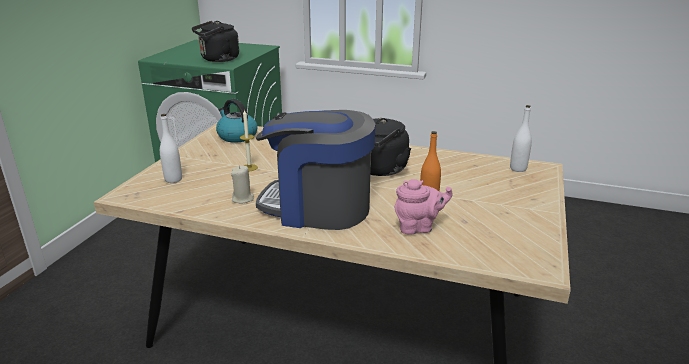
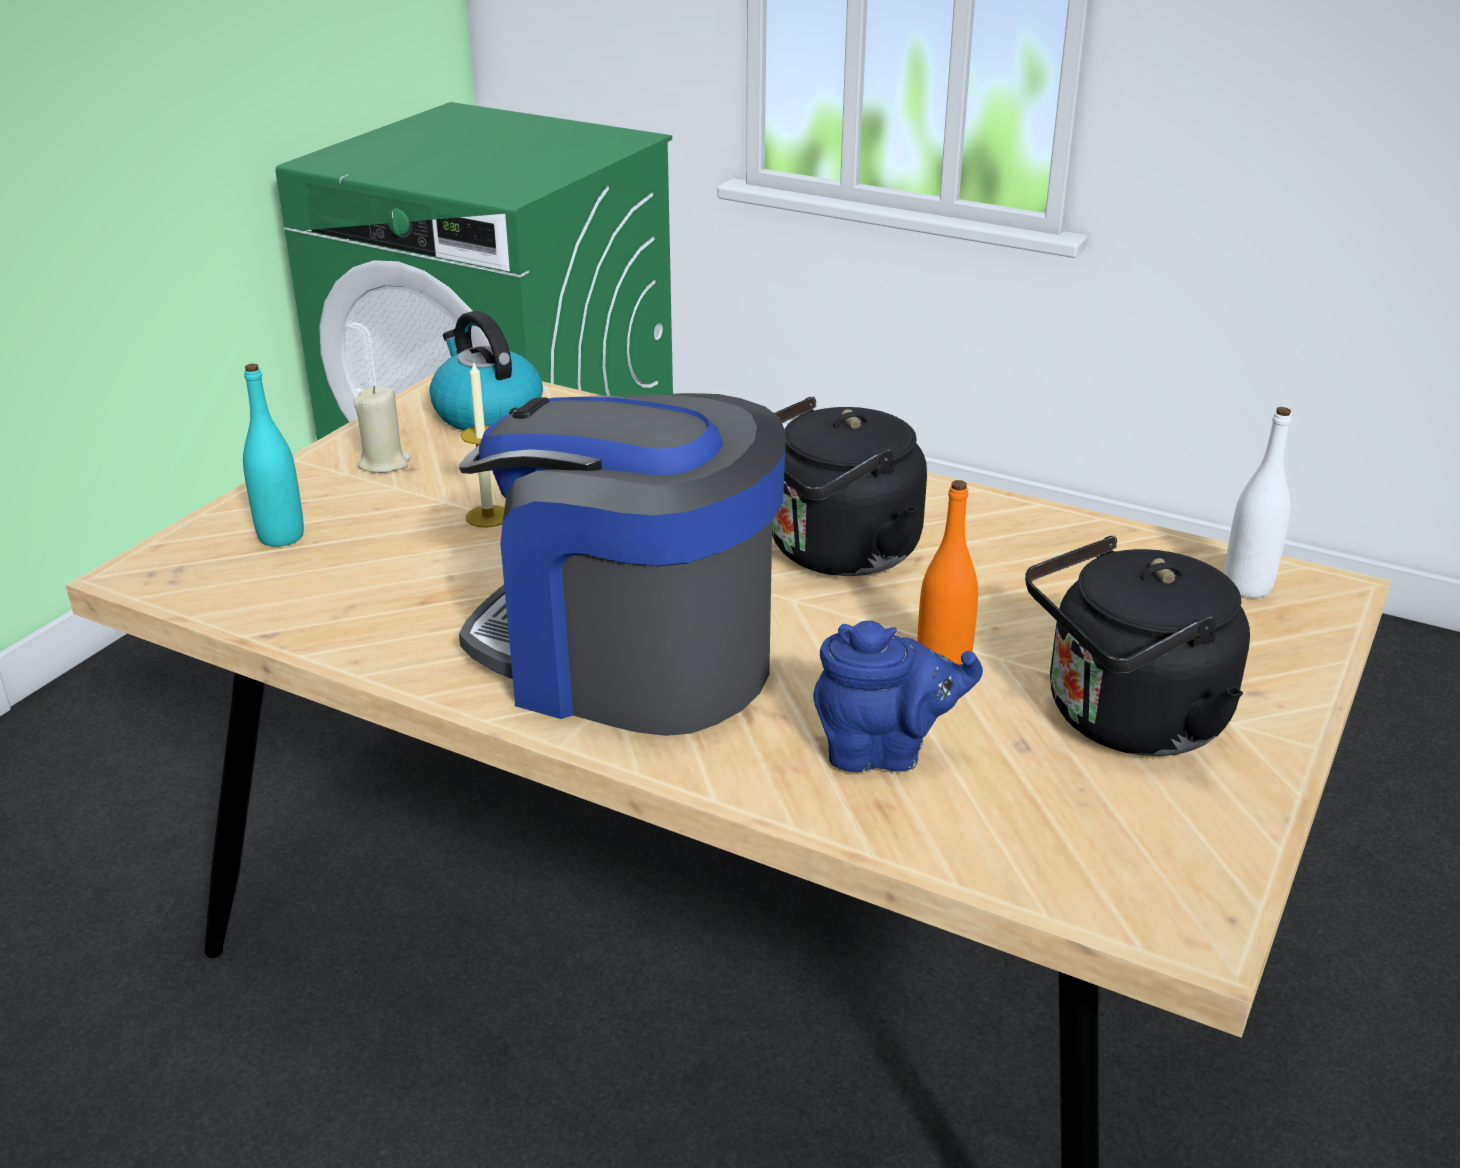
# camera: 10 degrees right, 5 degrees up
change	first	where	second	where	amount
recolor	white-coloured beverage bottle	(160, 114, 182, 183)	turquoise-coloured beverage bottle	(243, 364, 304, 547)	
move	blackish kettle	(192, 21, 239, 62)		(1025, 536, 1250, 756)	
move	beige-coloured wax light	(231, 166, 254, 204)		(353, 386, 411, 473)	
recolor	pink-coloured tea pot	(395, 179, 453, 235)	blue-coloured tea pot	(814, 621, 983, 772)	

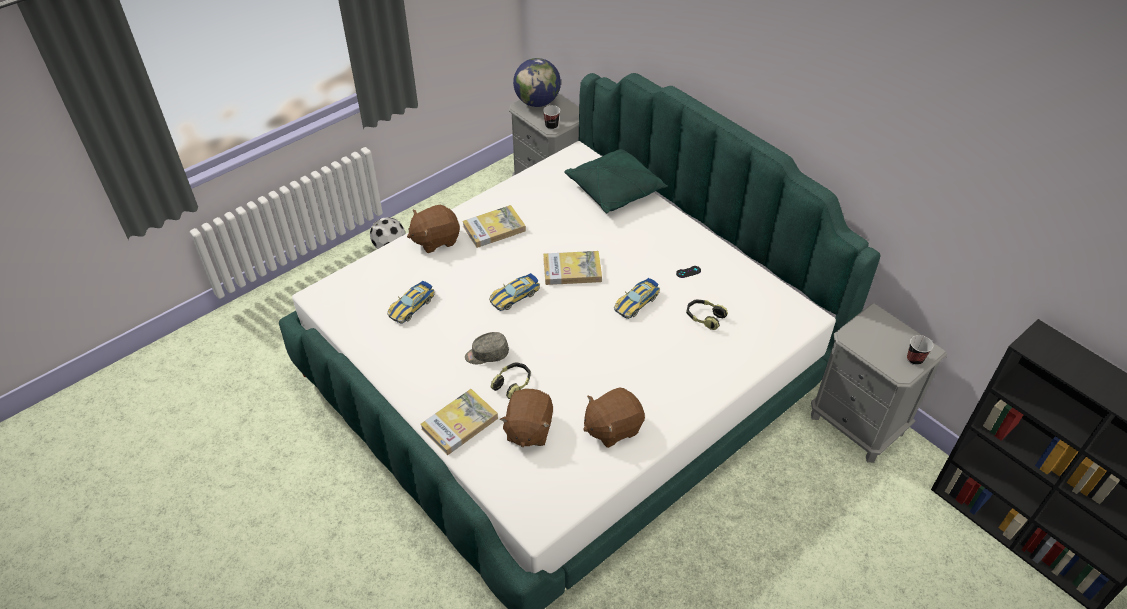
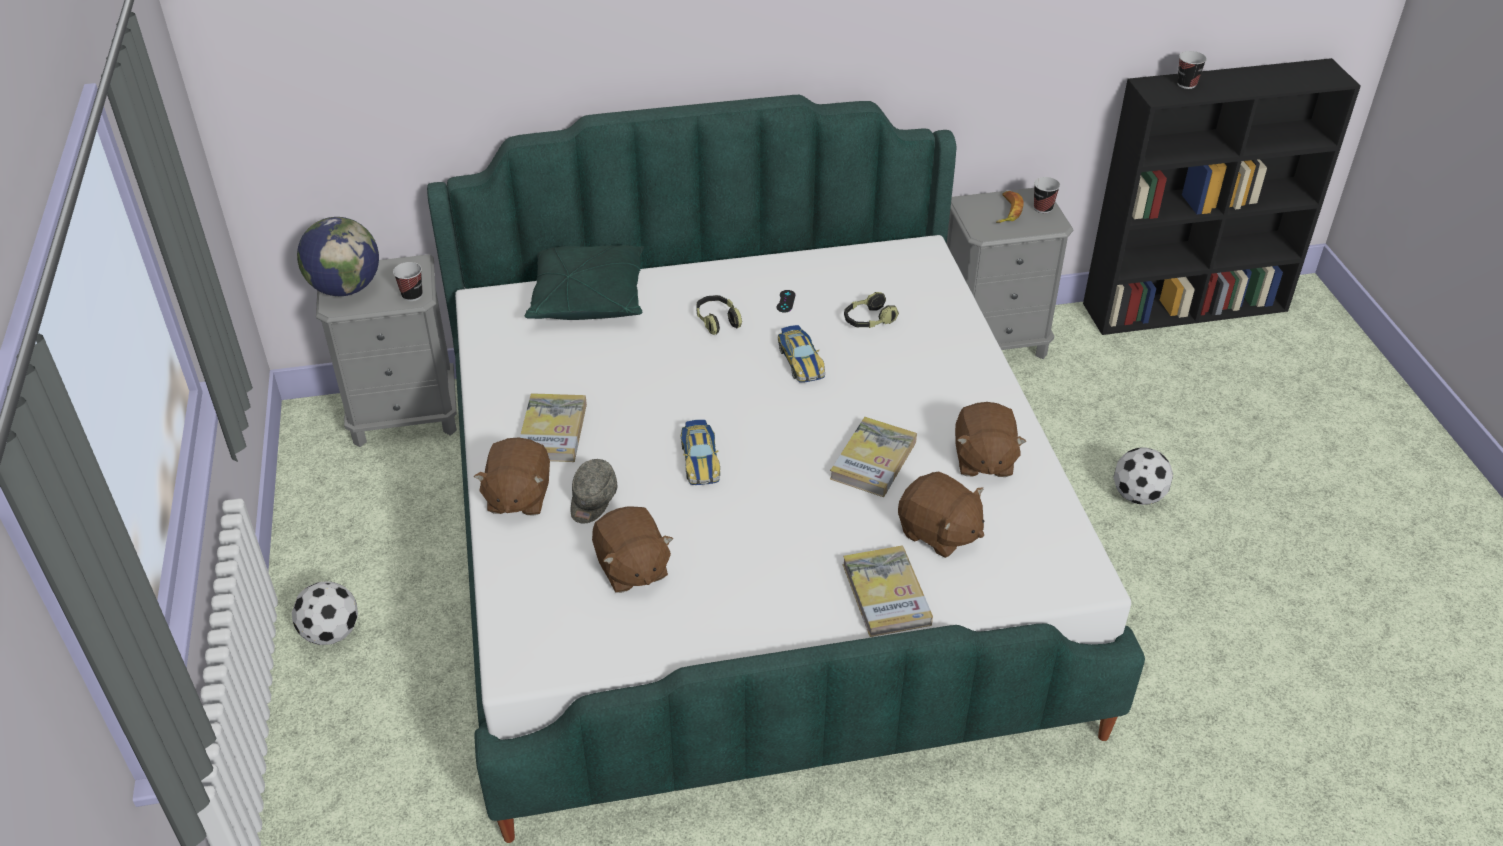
# camera: 60 degrees left, 5 degrees down
change	first	where	second	where	amount
replace	model car	(387, 281, 435, 324)	brownish plush toy	(592, 506, 673, 593)	
move	greyish peaked cap	(465, 332, 509, 364)		(571, 459, 618, 524)	
move	headset	(491, 362, 531, 399)		(696, 295, 742, 335)	
move	volume	(543, 251, 602, 285)		(830, 417, 917, 497)	
insert			banana	(996, 191, 1023, 223)	
insert			ball for football	(1113, 447, 1173, 505)	
insert			small cup	(1177, 51, 1207, 89)	

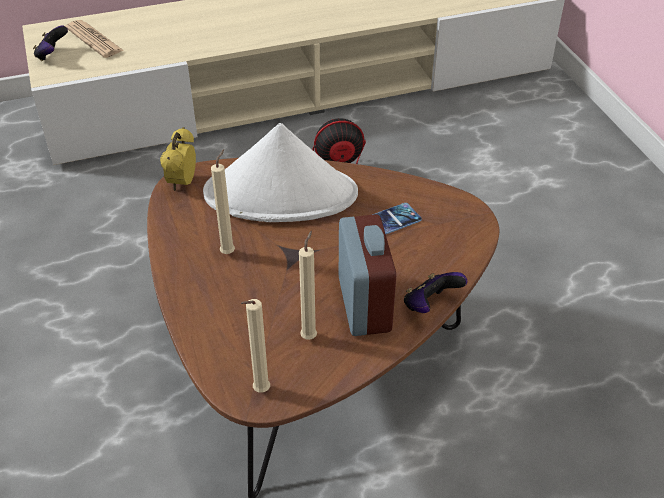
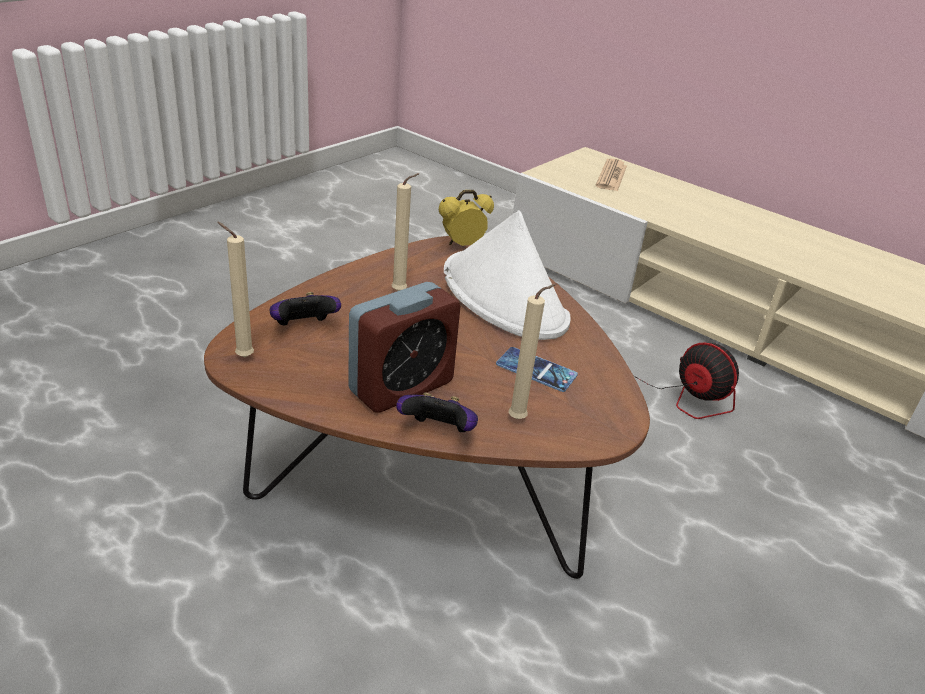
# camera: 55 degrees right, 10 degrees down
change	first	where	second	where	amount
move	gamepad	(33, 26, 68, 61)		(269, 292, 341, 326)	
move	beige-coloured wax light	(299, 231, 317, 340)		(508, 284, 556, 419)	

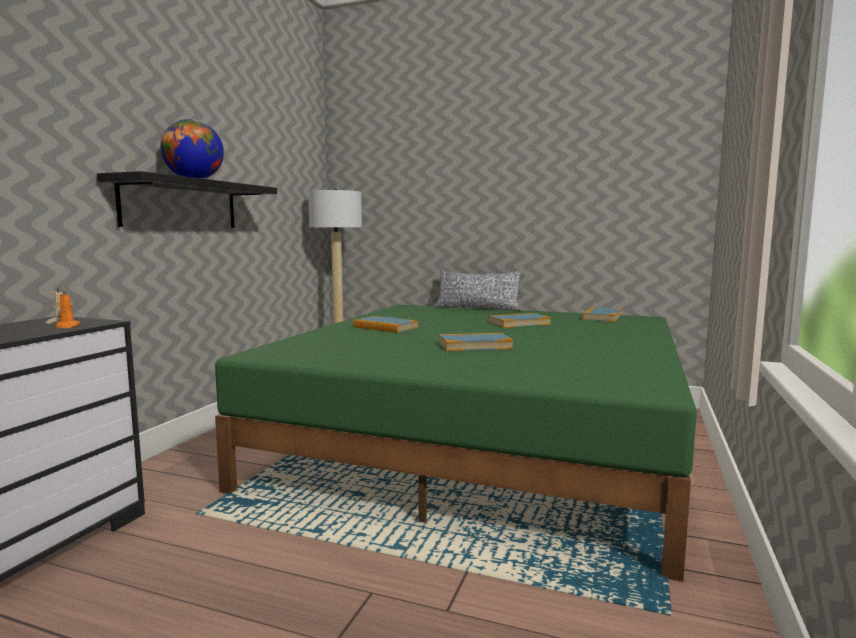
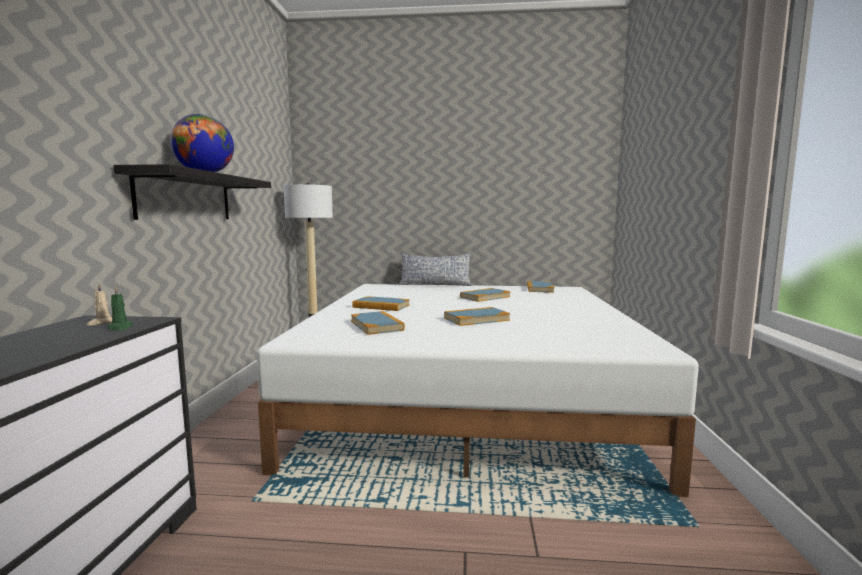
# camera: 15 degrees left, 0 degrees up
change	first	where	second	where	amount
recolor	orange wax light	(56, 287, 80, 328)	green-coloured wax light	(107, 286, 133, 331)	
recolor	green-coloured bedroom bed	(215, 304, 697, 582)	white-coloured bedroom bed	(257, 284, 699, 497)	
insert			volume	(351, 311, 405, 335)	

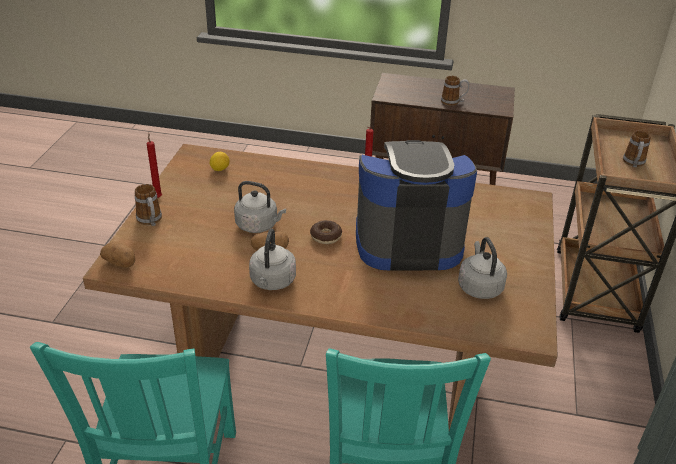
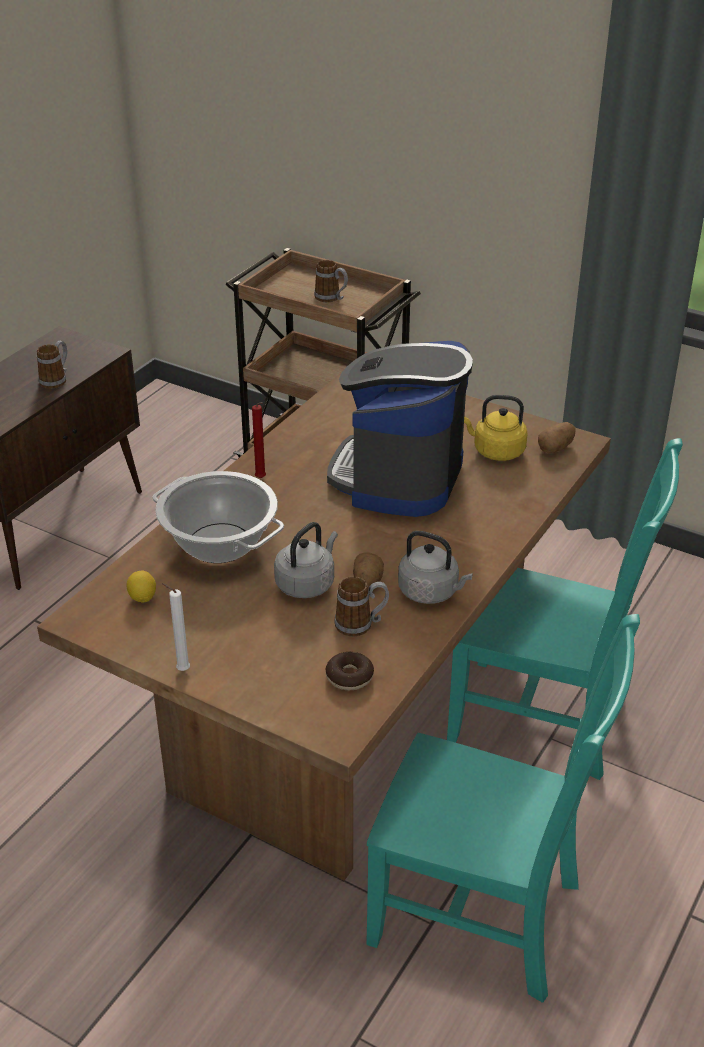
# camera: 70 degrees left, 0 degrees up
change	first	where	second	where	amount
move	potato	(100, 242, 135, 268)		(538, 422, 576, 454)	
move	tea mug	(135, 184, 162, 226)		(335, 576, 389, 636)	
recolor	red-coloured wax light	(147, 133, 162, 198)	white-coloured wax light	(162, 583, 190, 671)	
move	donut	(310, 220, 342, 244)		(326, 652, 374, 690)	
recolor	greyish kettle	(458, 237, 507, 299)	yellowish kettle	(464, 395, 528, 461)	
insert			saucepot	(152, 471, 284, 563)	

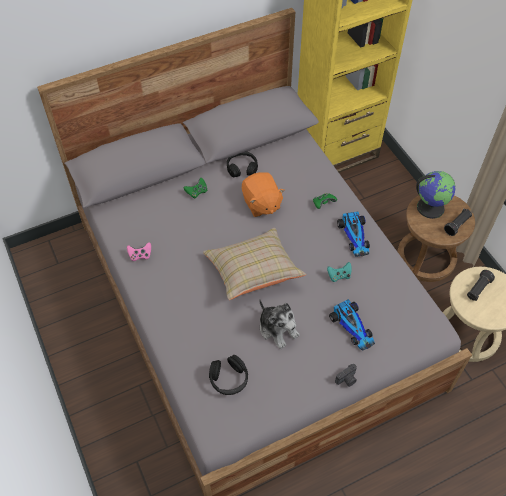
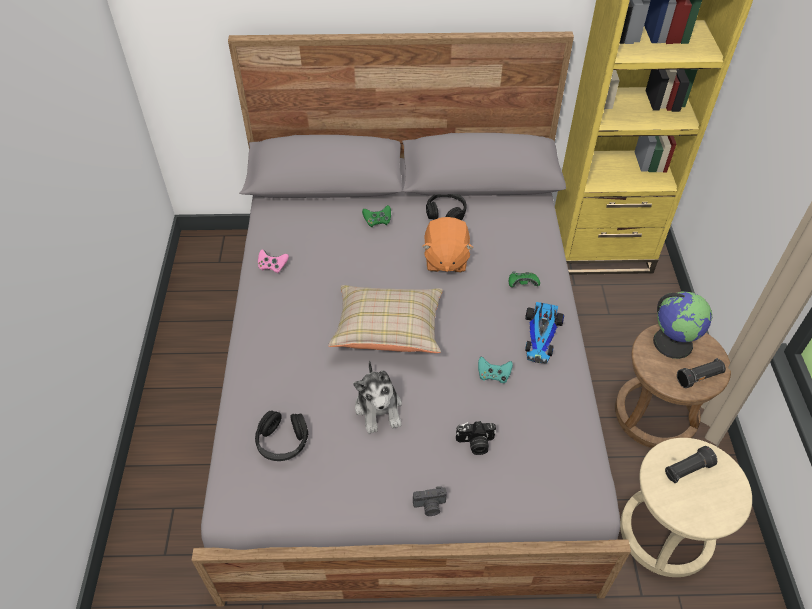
# camera: 25 degrees right, 5 degrees down
change	first	where	second	where	amount
replace	model car	(329, 299, 375, 351)	photo camera	(456, 421, 496, 455)	

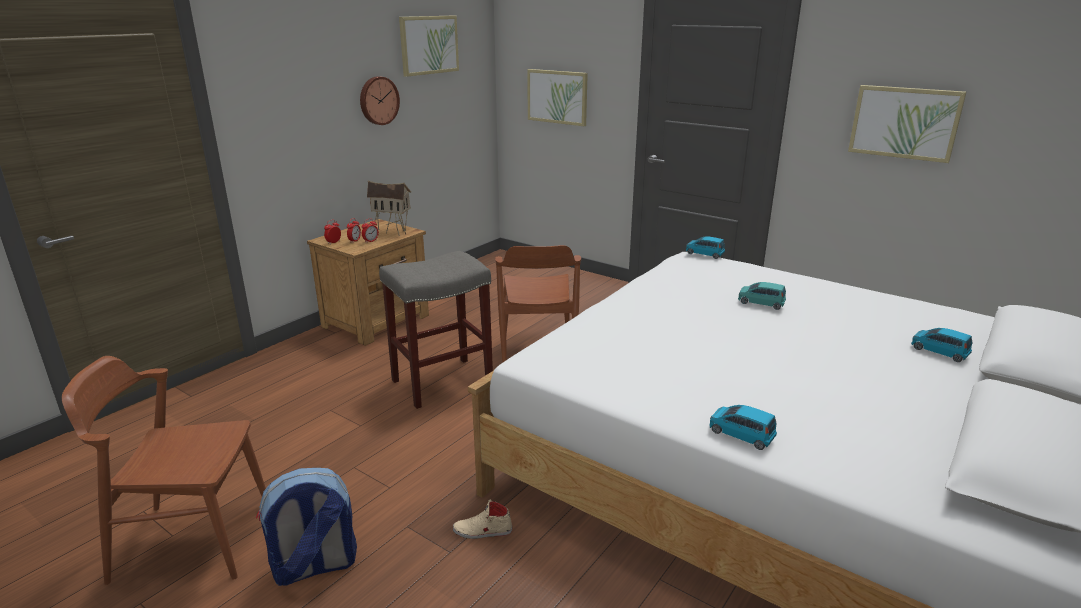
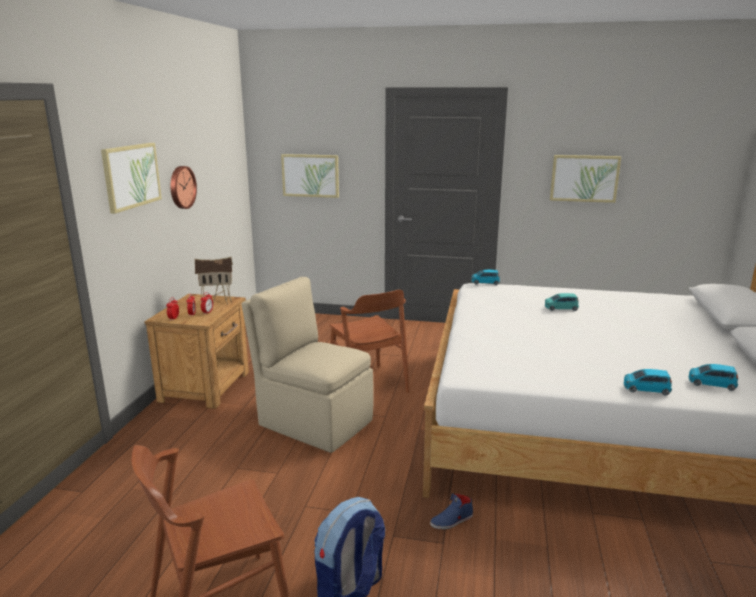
# camera: 25 degrees left, 5 degrees down
change	first	where	second	where	amount
replace	greyish stool seat	(379, 251, 493, 409)	beige-coloured chair	(241, 277, 374, 453)	
move	wall picture	(399, 16, 459, 77)		(101, 143, 162, 214)	
recolor	beige-coloured item of footwear	(453, 500, 512, 539)	blue-coloured item of footwear	(430, 493, 473, 530)	
move	blue-coloured model car	(911, 328, 973, 362)		(688, 364, 738, 391)	

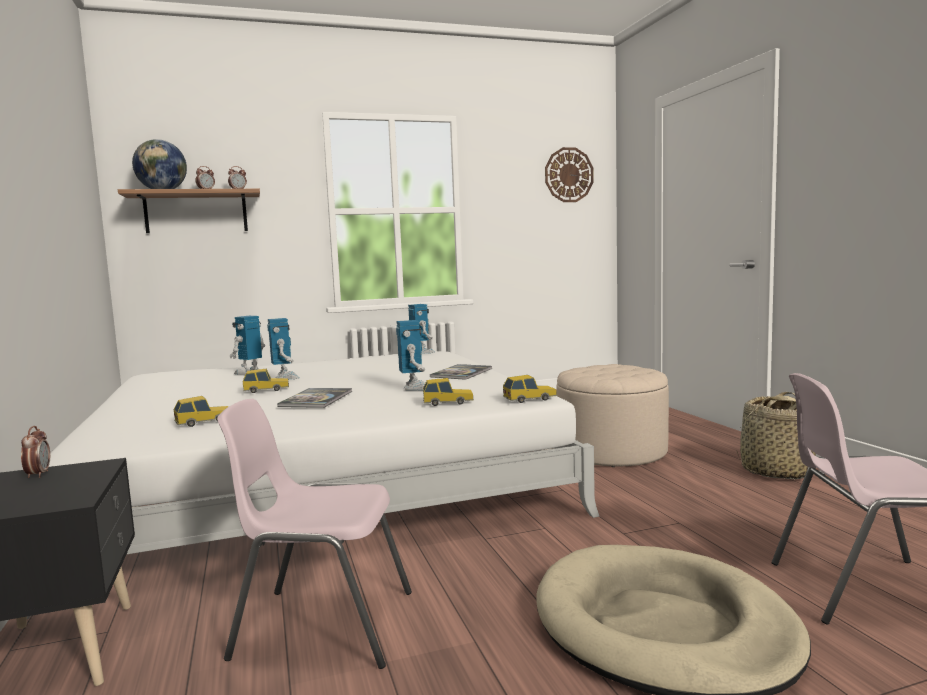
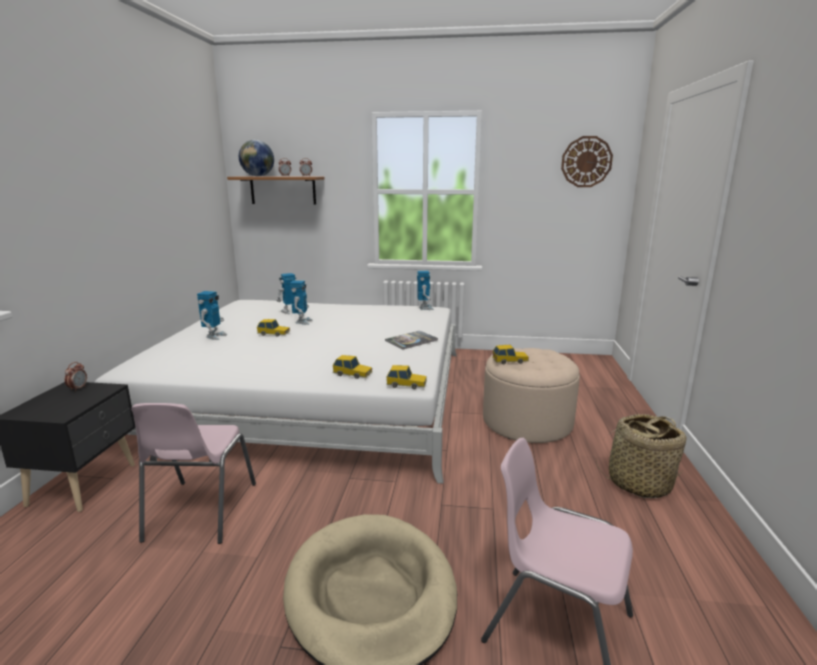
# camera: 25 degrees right, 10 degrees up
change	first	where	second	where	amount
move	model car	(173, 396, 229, 427)		(493, 345, 529, 364)	
rotate	pink-coloured chair	(217, 399, 412, 669)		(131, 403, 256, 544)	120 degrees counterclockwise
delete	volume	(277, 388, 352, 408)			
move	model robot	(396, 320, 425, 390)		(197, 291, 227, 340)	

